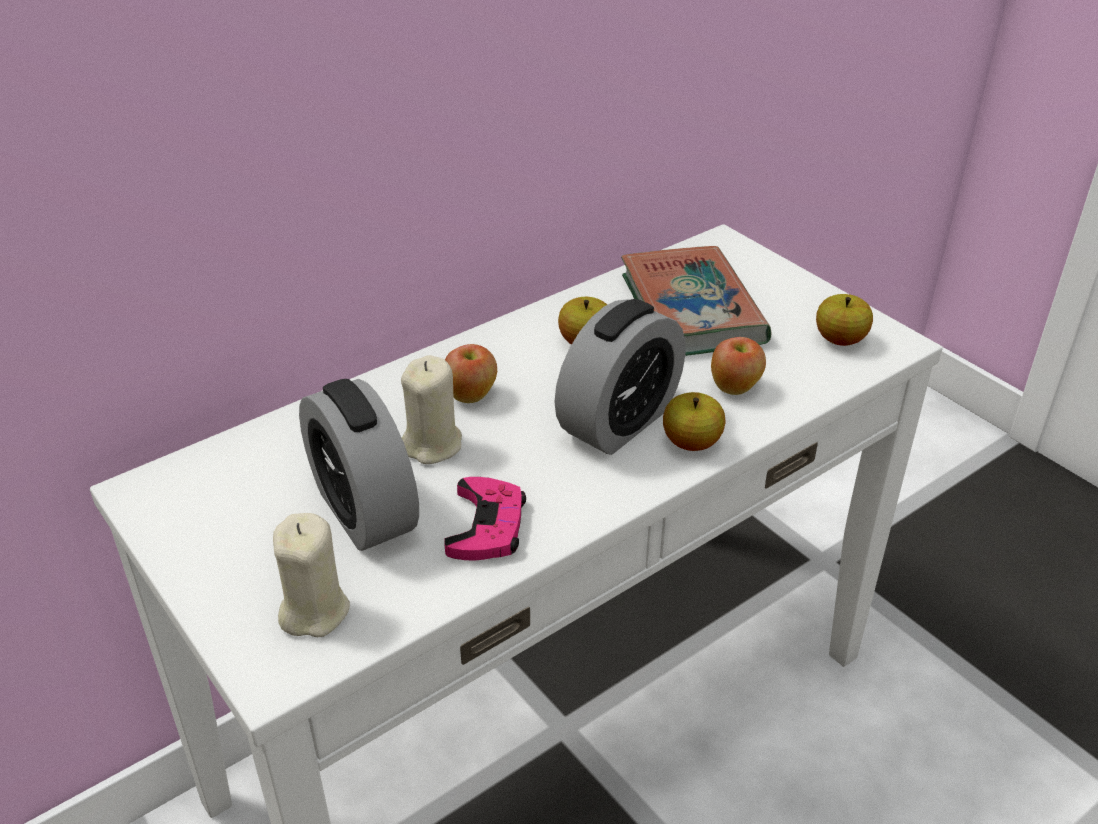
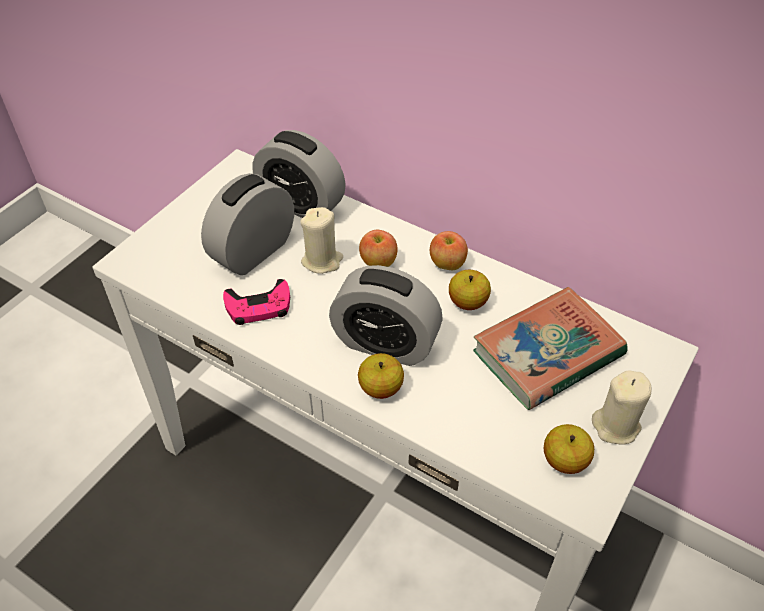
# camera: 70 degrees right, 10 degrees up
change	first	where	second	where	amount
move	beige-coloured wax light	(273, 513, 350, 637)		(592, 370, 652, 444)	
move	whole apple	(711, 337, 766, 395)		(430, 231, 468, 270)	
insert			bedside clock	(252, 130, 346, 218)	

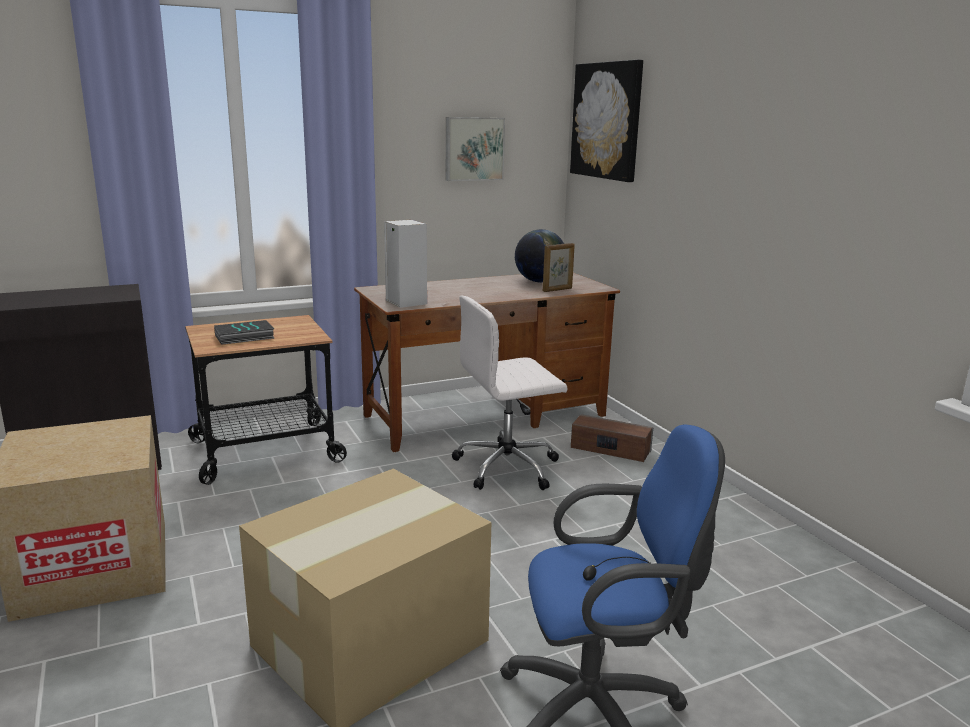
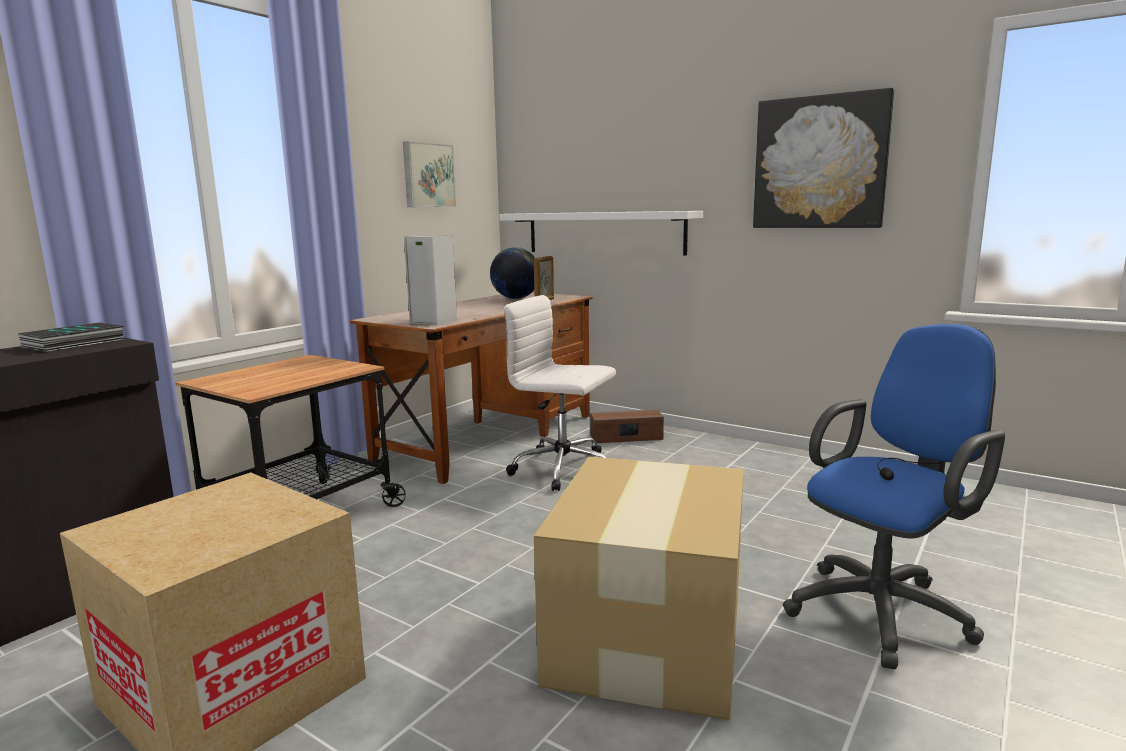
# camera: 30 degrees left, 5 degrees down
change	first	where	second	where	amount
move	volume	(214, 320, 275, 345)		(18, 323, 125, 352)	
rotate	white-coloured office chair	(452, 295, 567, 490)		(504, 295, 616, 491)	75 degrees clockwise
move	wall picture	(570, 60, 643, 182)		(753, 88, 894, 228)	
insert			white-coloured wall shelf	(500, 211, 703, 255)	

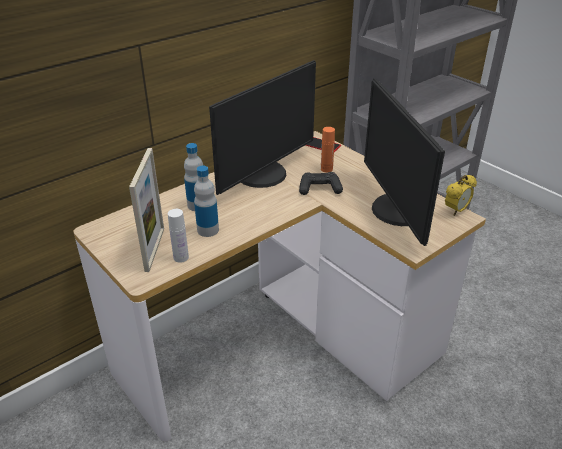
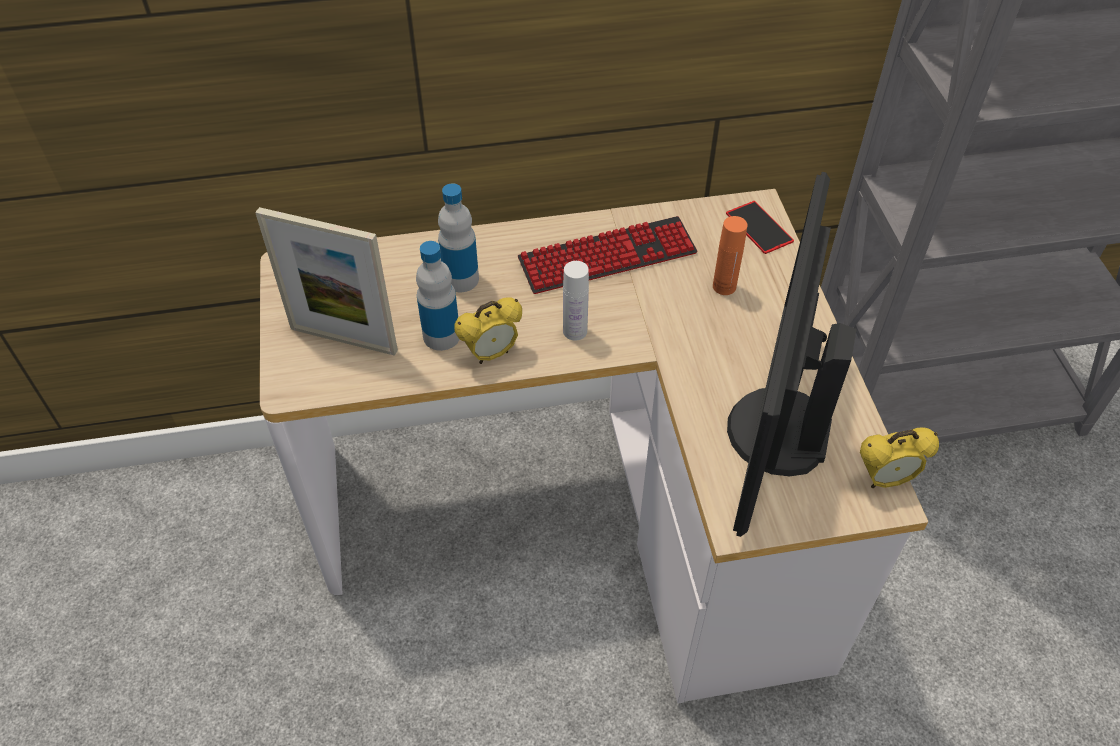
# camera: 30 degrees right, 15 degrees up
change	first	where	second	where	amount
rotate	photo frame	(129, 148, 164, 272)		(255, 207, 398, 356)	75 degrees clockwise
move	white-coloured beverage bottle	(168, 209, 189, 263)		(563, 261, 589, 341)	
replace	monitor	(209, 60, 316, 195)	computer keyboard	(518, 216, 698, 294)	
delete	blackish gamepad	(299, 172, 343, 195)			
insert			bedside clock	(454, 297, 522, 364)	

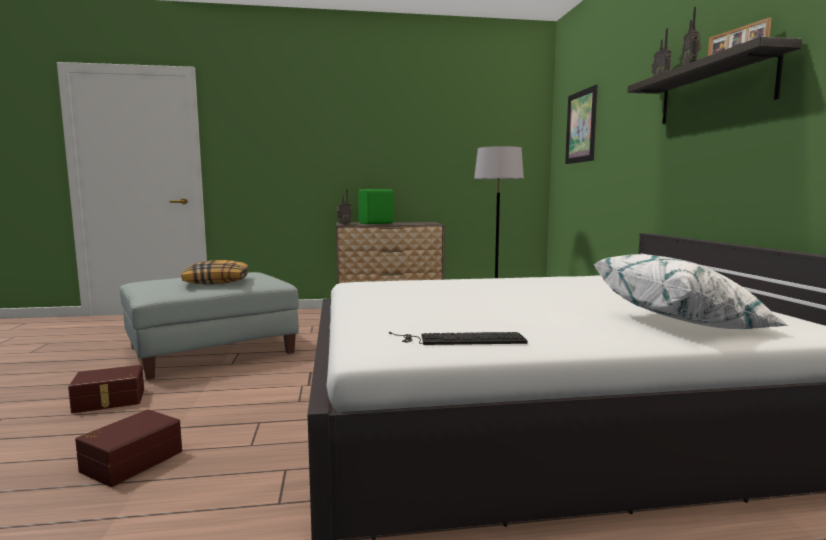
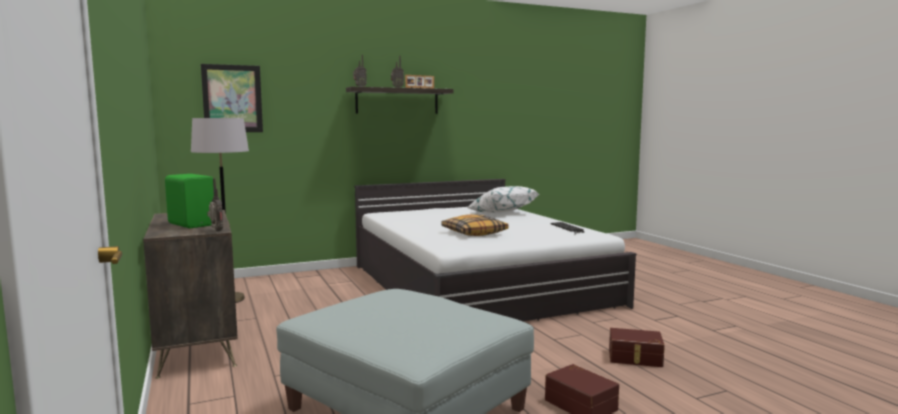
# camera: 105 degrees left, 0 degrees up
change	first	where	second	where	amount
move	cushion	(182, 260, 248, 284)		(441, 214, 508, 236)	

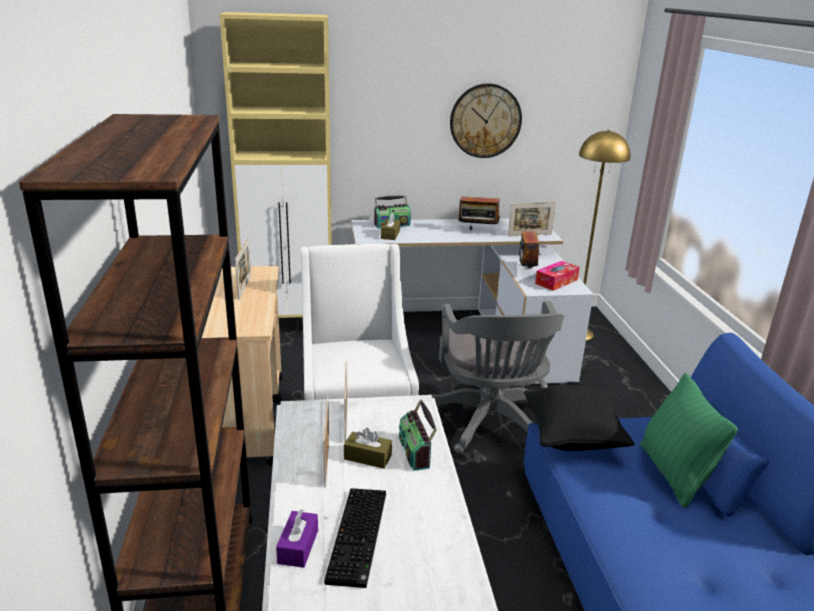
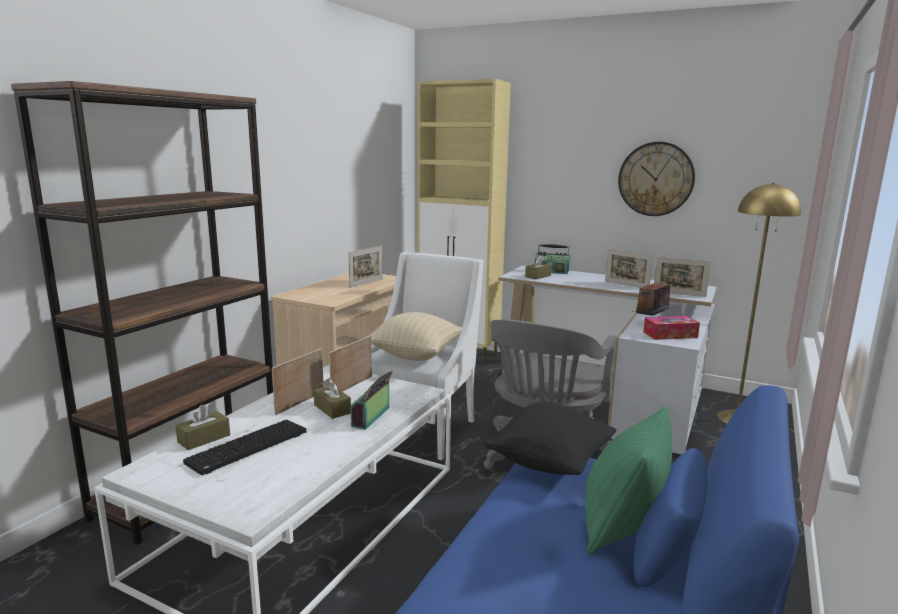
# camera: 35 degrees right, 10 degrees down
change	first	where	second	where	amount
recolor	purple-coloured tissue box	(276, 509, 318, 568)	brownish tissue box	(175, 404, 230, 450)	
replace	radio	(458, 190, 500, 230)	photo frame	(605, 249, 653, 288)	
insert			beige-coloured cushion	(367, 312, 462, 361)	

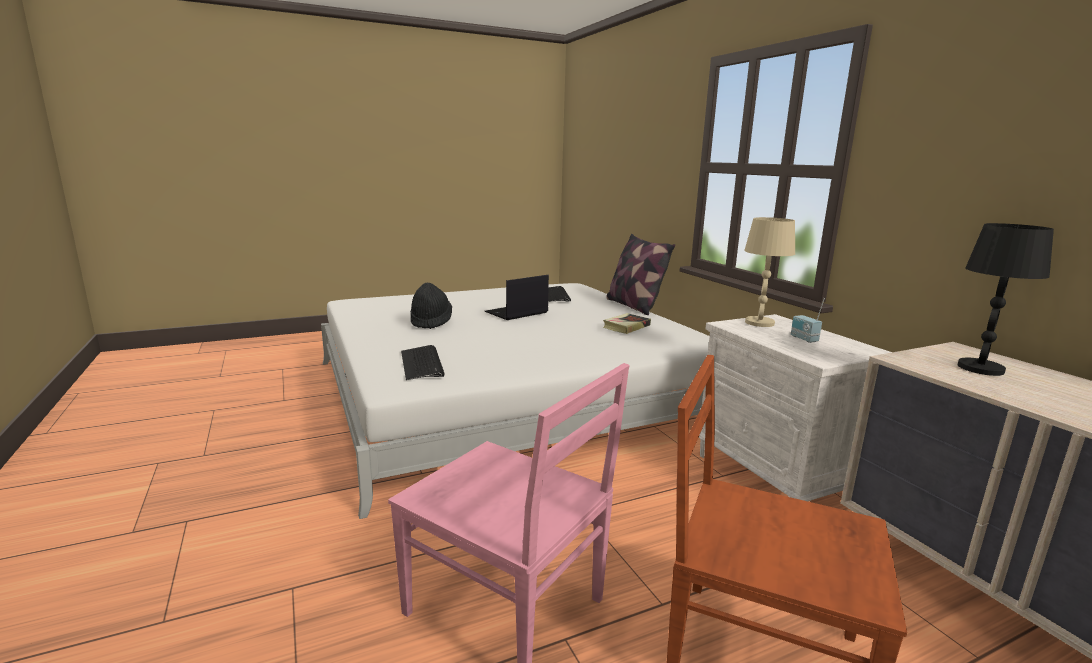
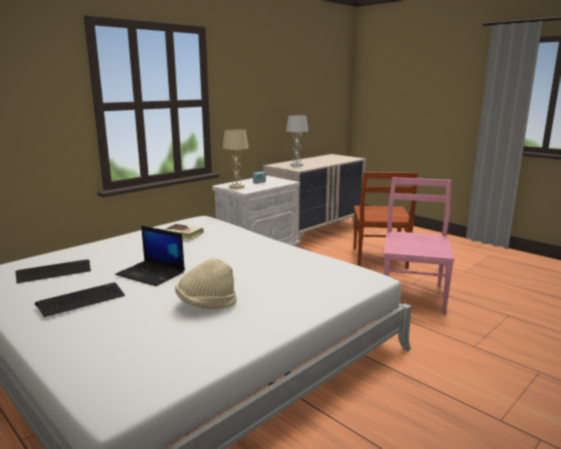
# camera: 110 degrees left, 0 degrees up
change	first	where	second	where	amount
move	computer keyboard	(401, 345, 444, 380)		(35, 282, 125, 317)	
recolor	blackish wearable hat	(411, 282, 452, 329)	beige-coloured wearable hat	(175, 258, 237, 309)	
delete	cushion	(606, 234, 675, 315)			
recolor	blackish lamp for a table	(958, 223, 1054, 376)	white-coloured lamp for a table	(286, 115, 308, 166)	

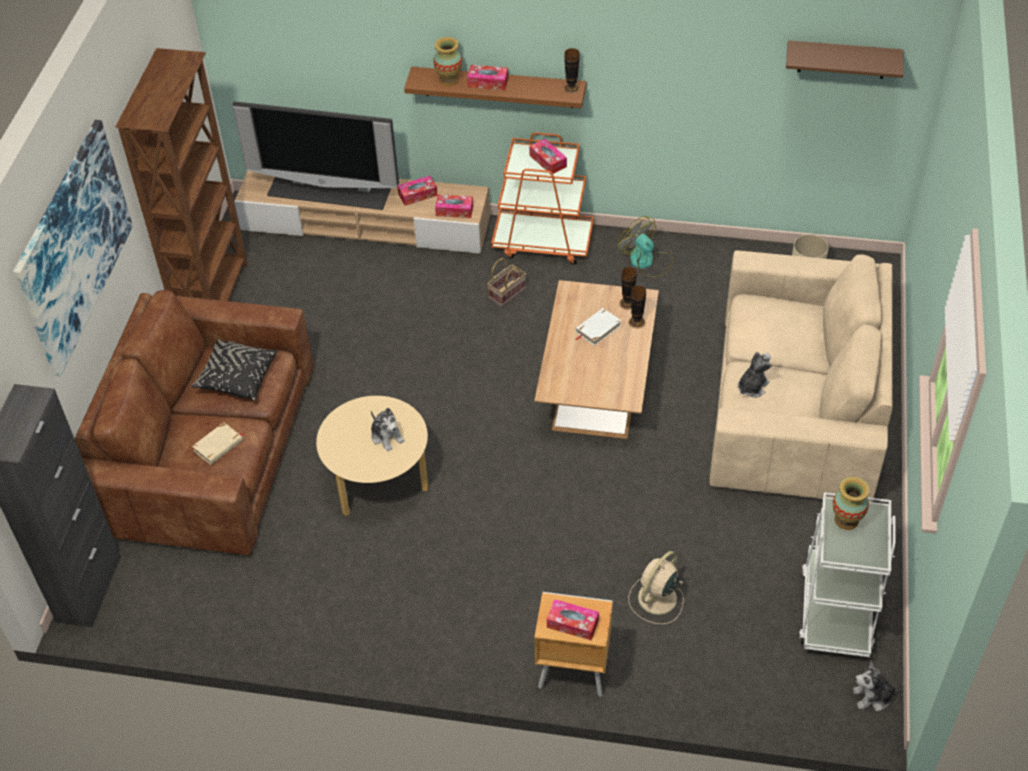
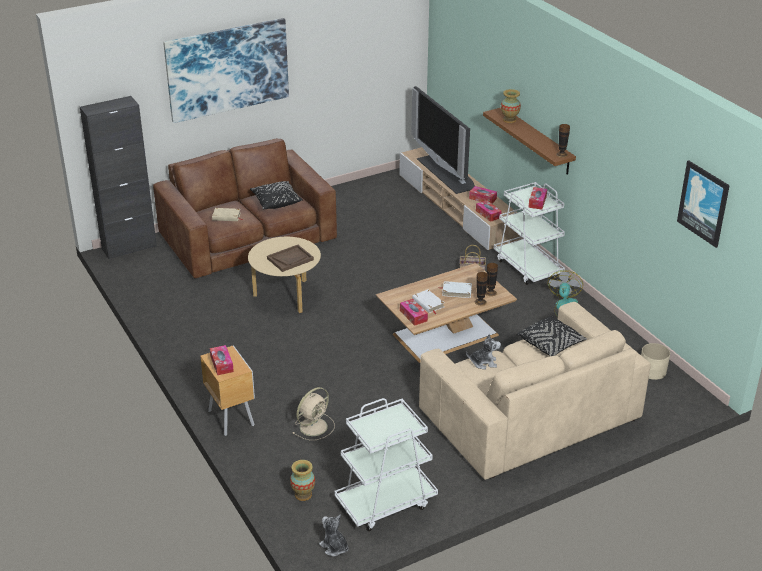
# camera: 50 degrees right, 15 degrees down
change	first	where	second	where	amount
delete	brownish shelving unit	(115, 48, 248, 301)			
replace	plush toy	(371, 408, 405, 452)	brownish serving tray	(267, 245, 314, 272)	
move	tissue box	(467, 65, 508, 91)		(400, 299, 428, 326)	
recolor	orange cart	(491, 132, 594, 265)	white-coloured cart	(494, 182, 565, 285)	
rotate	beige-coloured cooling fan	(628, 551, 684, 624)		(293, 387, 335, 440)	135 degrees clockwise
replace	brownish wall shelf	(786, 40, 903, 79)	wall picture	(677, 160, 730, 248)	
move	flower vase	(832, 477, 869, 530)		(290, 460, 315, 501)	
insert			white-coloured volume	(412, 289, 444, 314)	
insert			blackish cushion	(517, 316, 587, 356)	

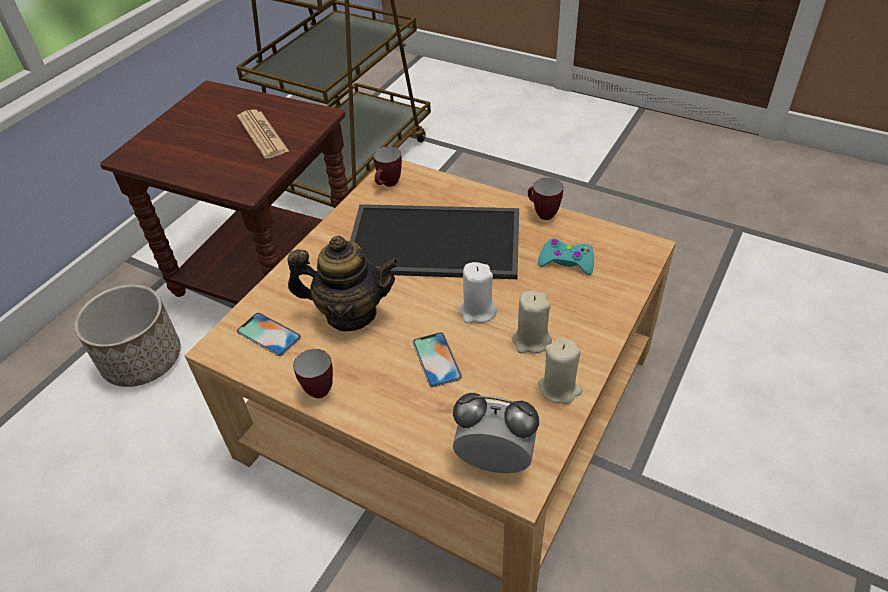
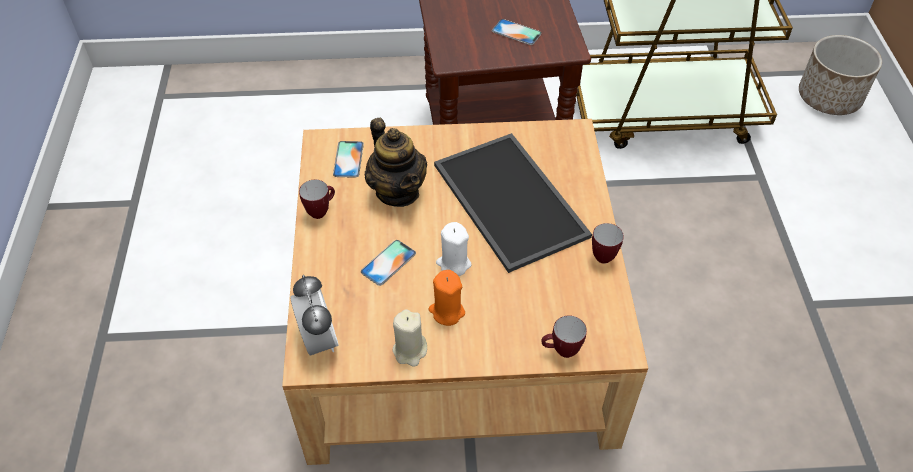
# camera: 55 degrees right, 5 degrees up
change	first	where	second	where	amount
move	planter	(74, 284, 181, 387)		(799, 35, 882, 115)	
replace	newspaper	(237, 109, 289, 159)	phone	(492, 19, 542, 45)	
move	tea mug	(373, 147, 402, 187)		(541, 315, 587, 358)	
recolor	beige-coloured wax light	(512, 291, 552, 353)	orange wax light	(429, 270, 465, 326)	
delete	turquoise-coloured gamepad	(538, 239, 594, 275)			

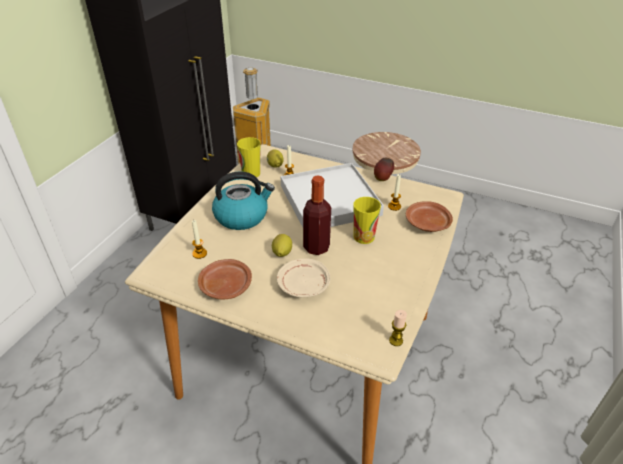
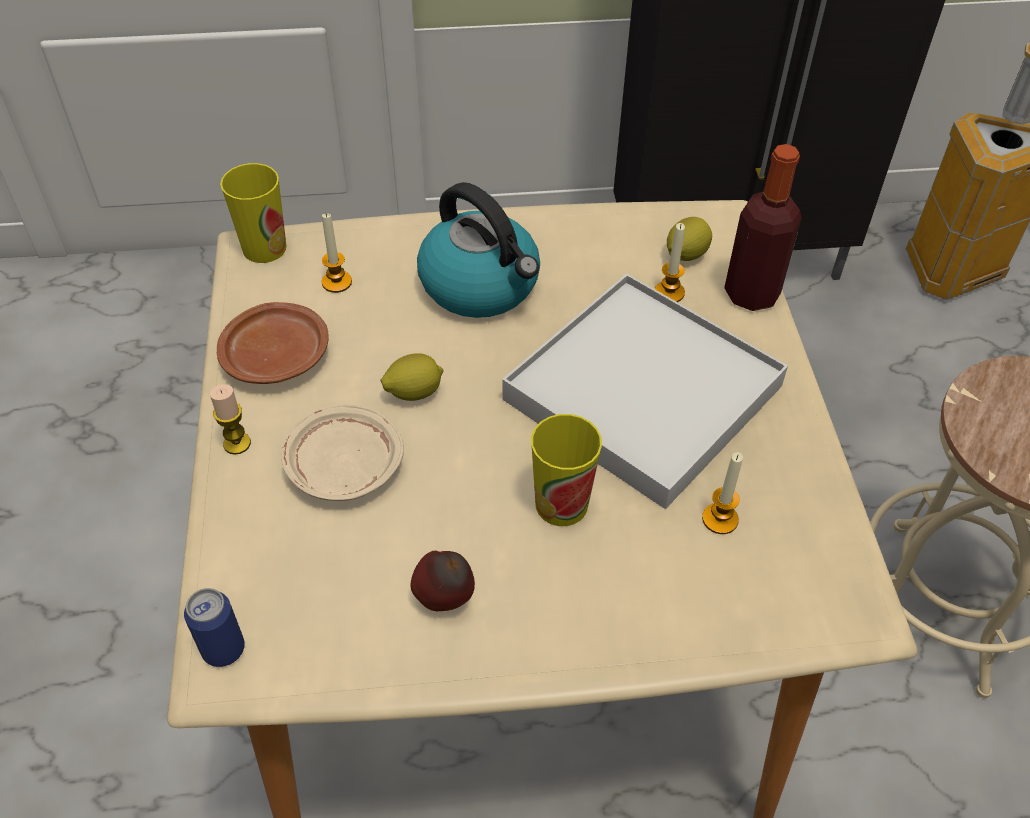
# camera: 60 degrees right, 10 degrees up
change	first	where	second	where	amount
move	small cup	(237, 137, 261, 177)		(220, 163, 286, 263)	
move	beverage bottle	(303, 175, 331, 255)		(724, 144, 802, 311)	
move	whole apple	(374, 158, 394, 181)		(411, 551, 475, 611)	
move	wax light	(389, 310, 407, 346)		(210, 384, 251, 455)	
delete	brownish dinner plate	(406, 201, 453, 232)			
insert			can	(184, 588, 245, 667)	

